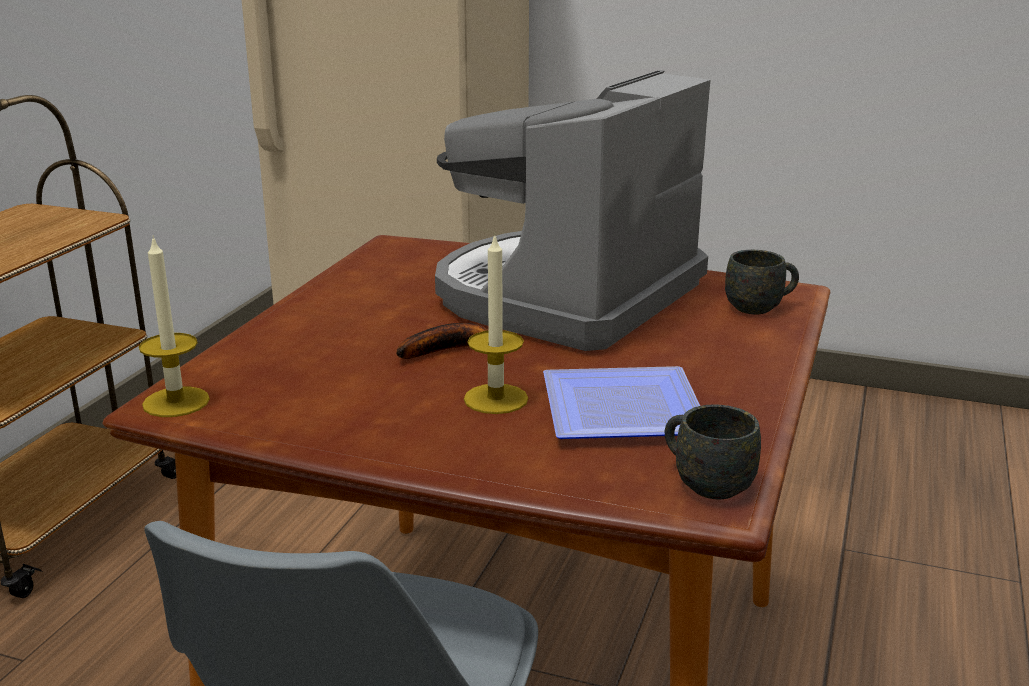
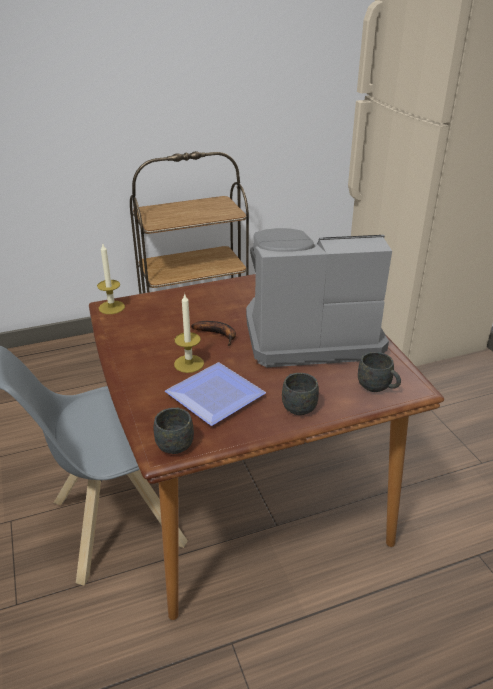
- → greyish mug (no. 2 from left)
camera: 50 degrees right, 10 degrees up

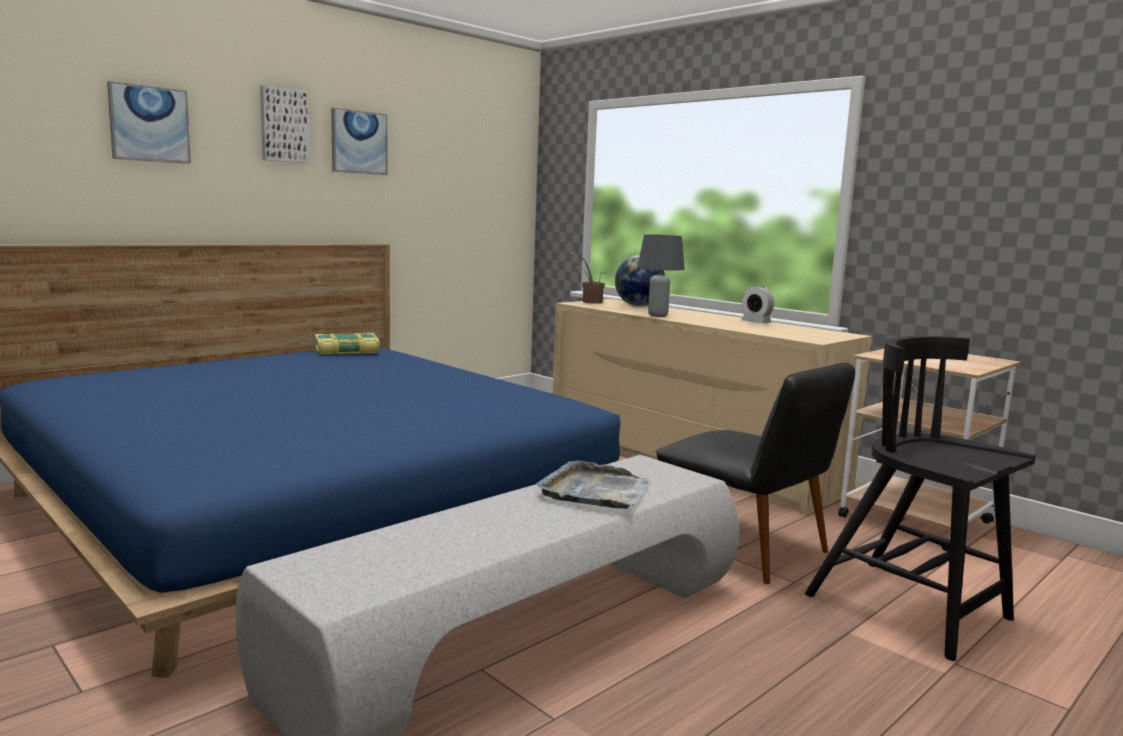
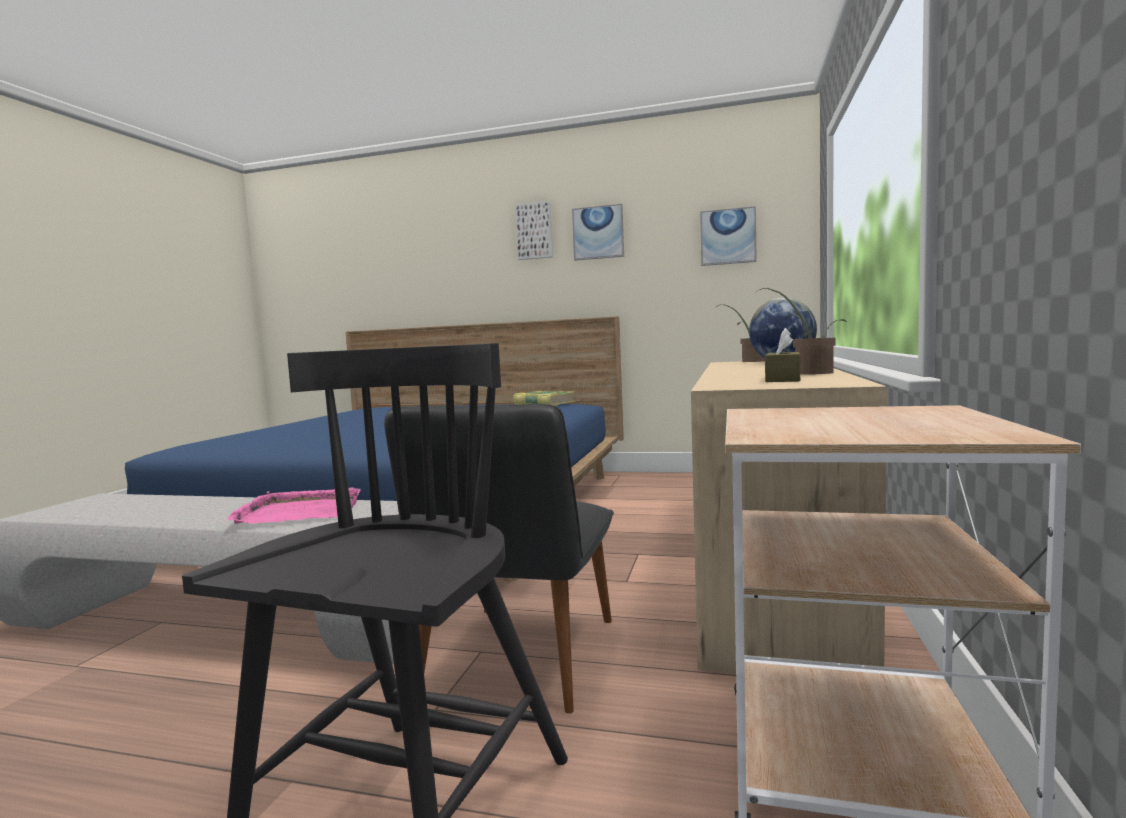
greyish carrying tray → pinkish carrying tray
picture (no. 1 from left in the first image) → picture (no. 3 from left), relocated
alarm clock → houseplant (no. 2 from left)
- → brownish tissue holder
greyish table lamp → -
camera: 60 degrees right, 5 degrees down

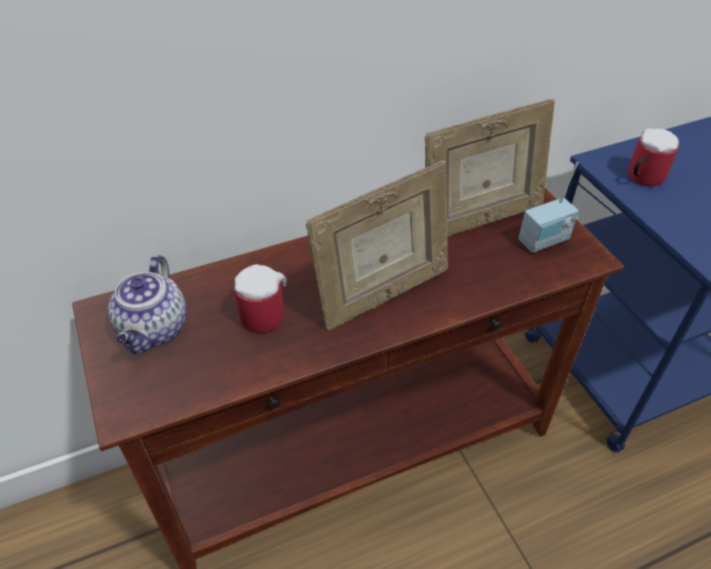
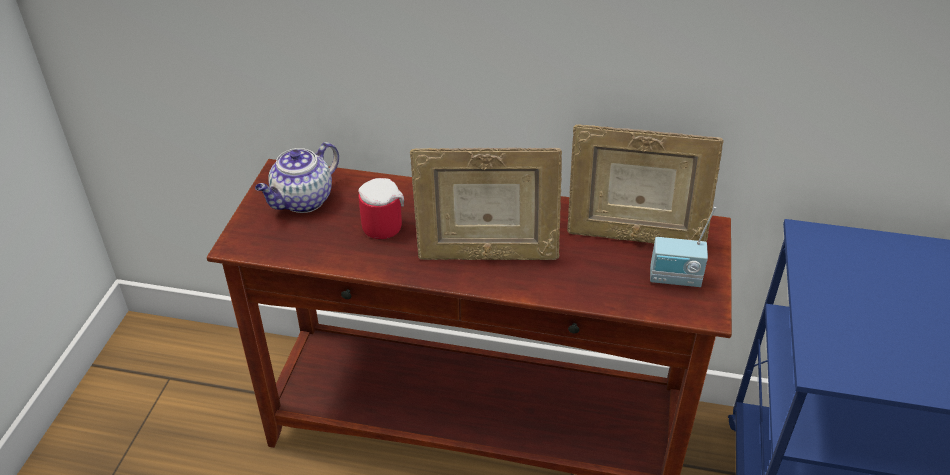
mug (no. 2 from left) → -
camera: 35 degrees right, 5 degrees down

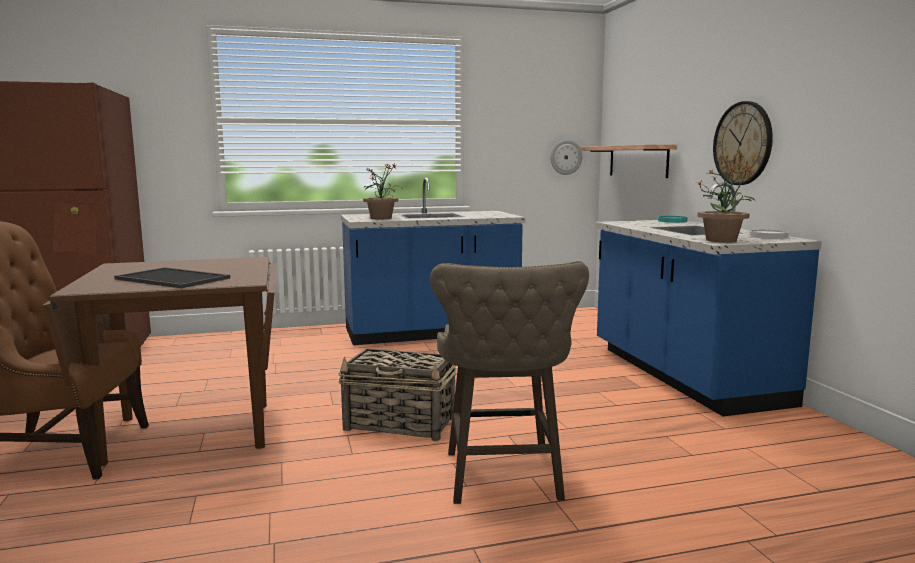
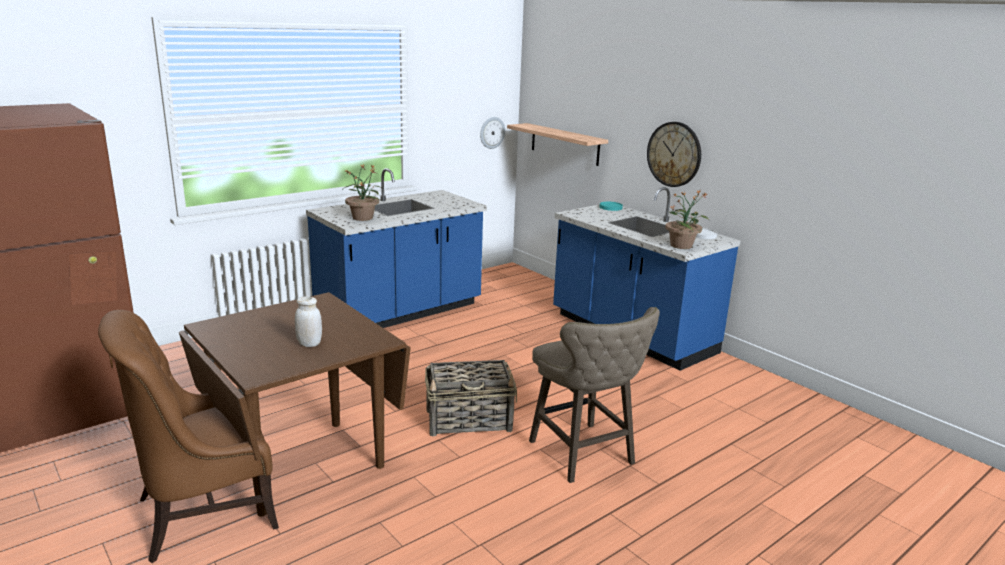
carrying tray → white-coloured storage jar
camera: 25 degrees left, 10 degrees up

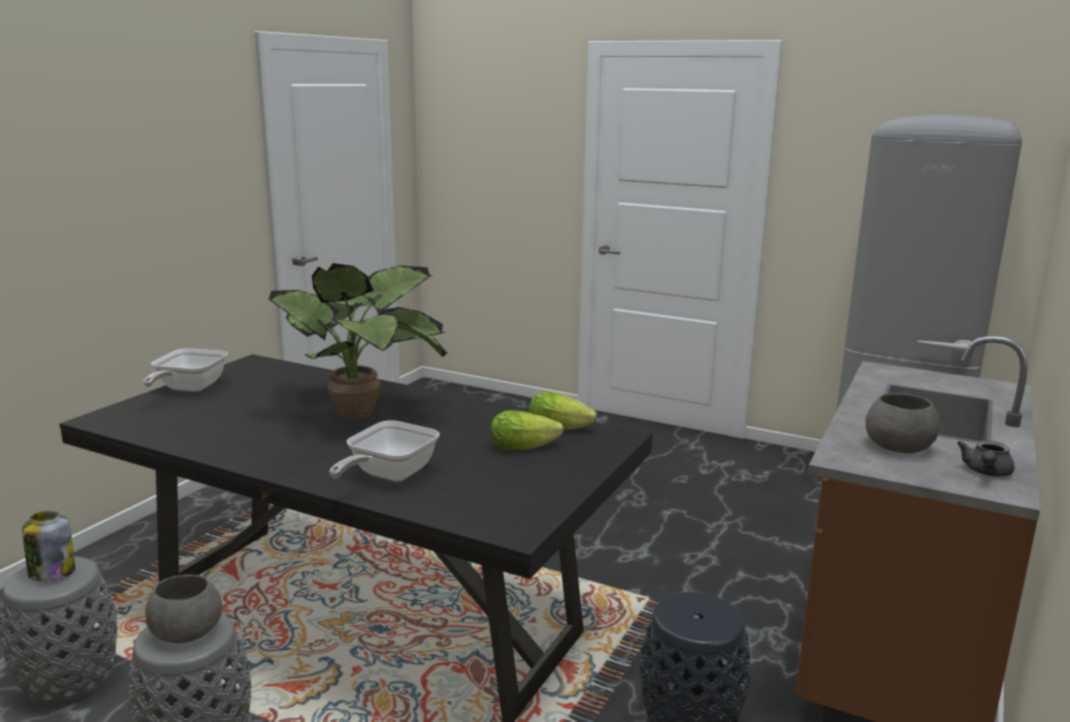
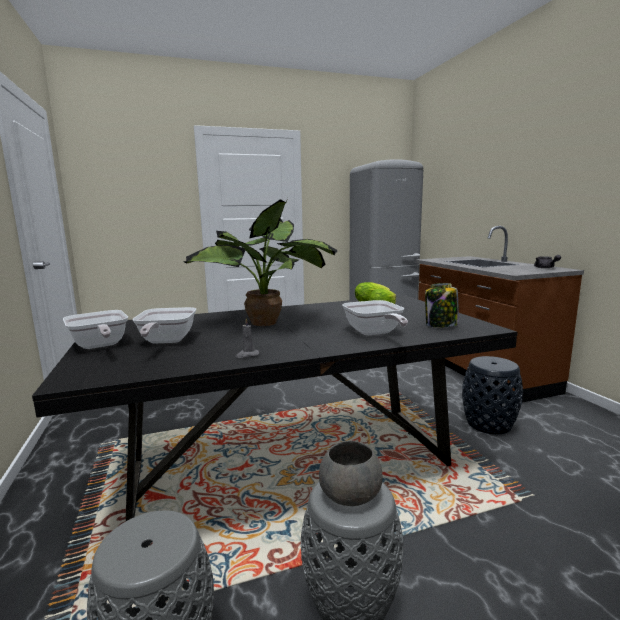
- → frying pan (no. 2 from left)
- → greyish candle
storage jar, relocated
greyish deep dish (no. 2 from left) → -
camera: 45 degrees left, 5 degrees down

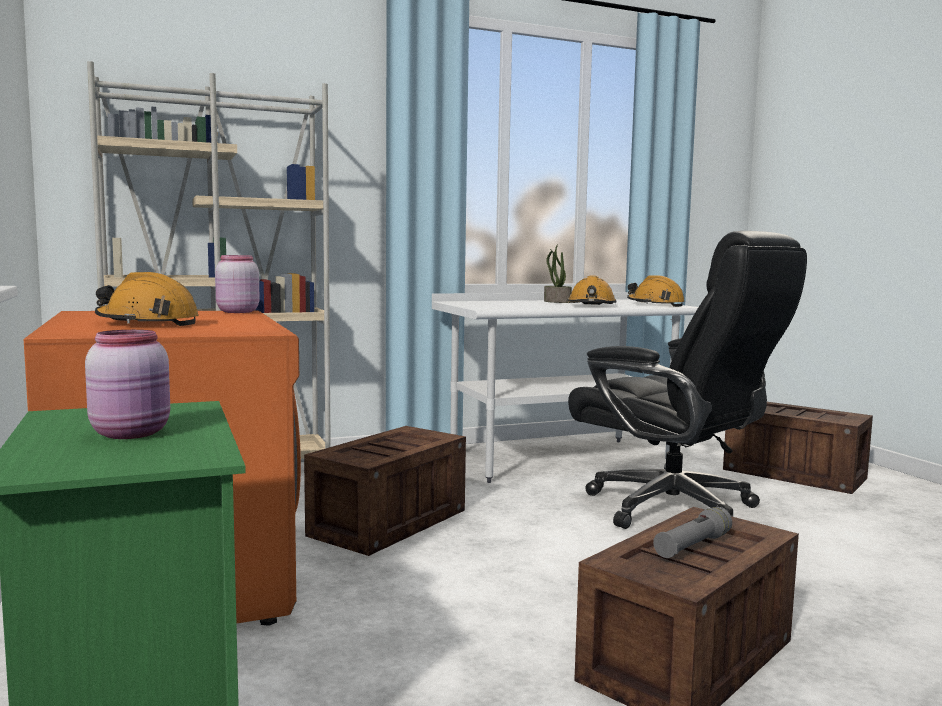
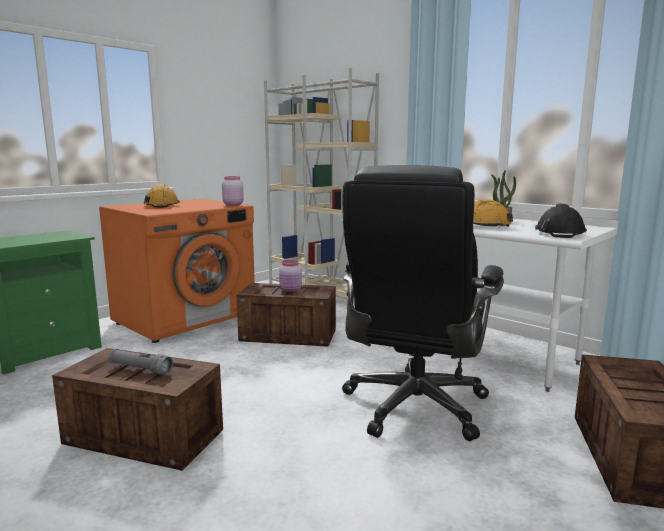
pinkish storage jar (no. 1 from left in the first image) → pinkish storage jar (no. 2 from left), relocated
orange-coloured hard hat (no. 3 from left) → black hard hat
camera: 65 degrees right, 5 degrees up

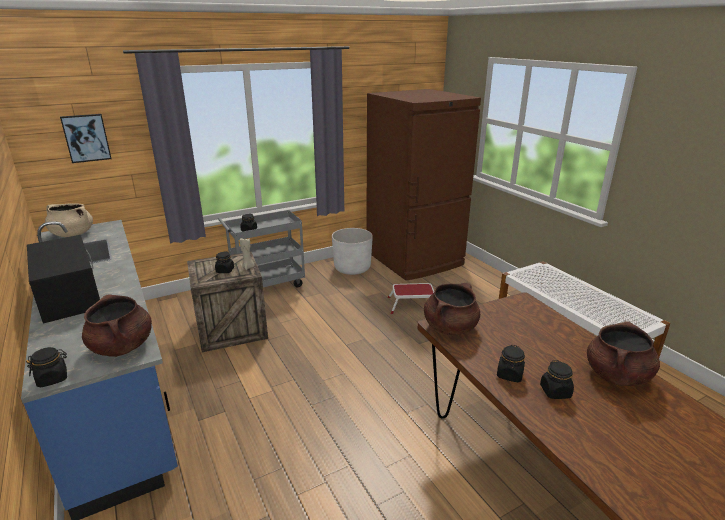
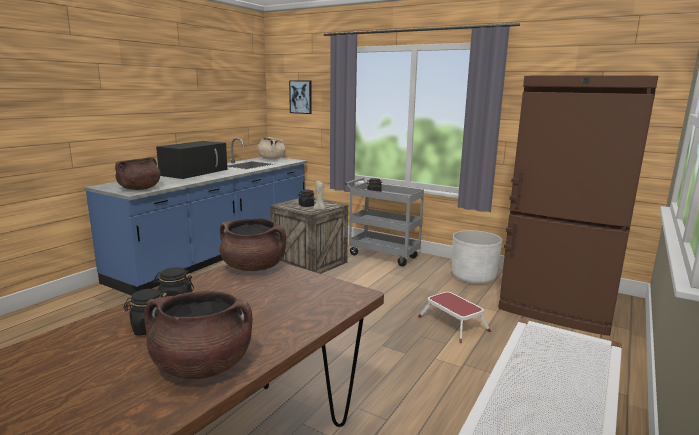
black storage jar (no. 1 from left) → -
camera: 60 degrees right, 10 degrees down

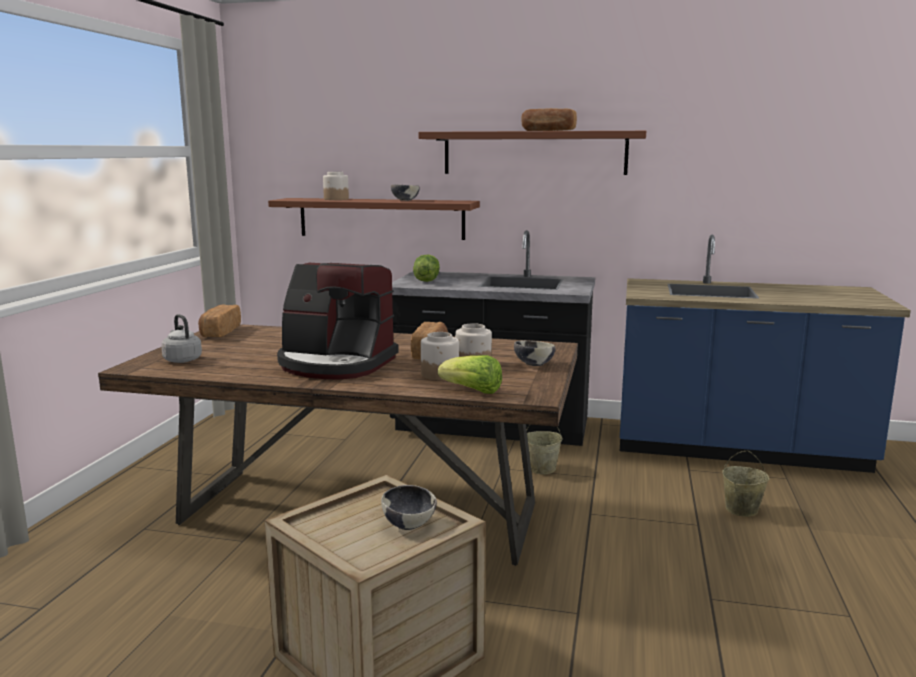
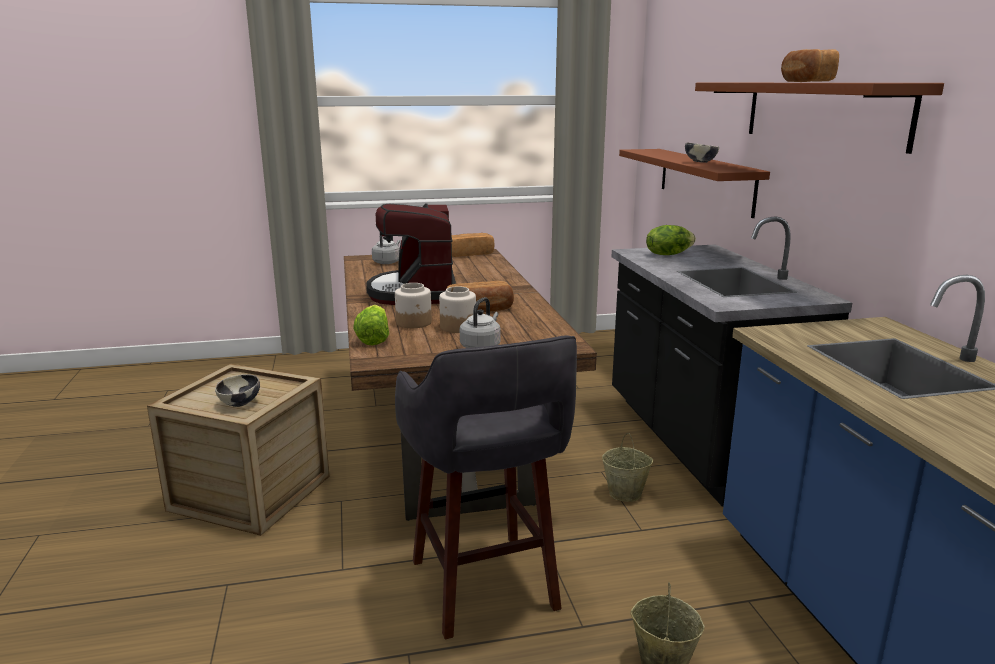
- → greyish stool
deep dish (no. 3 from left) → greyish tea kettle (no. 2 from left)
storage jar (no. 1 from left) → -
camera: 65 degrees right, 5 degrees up

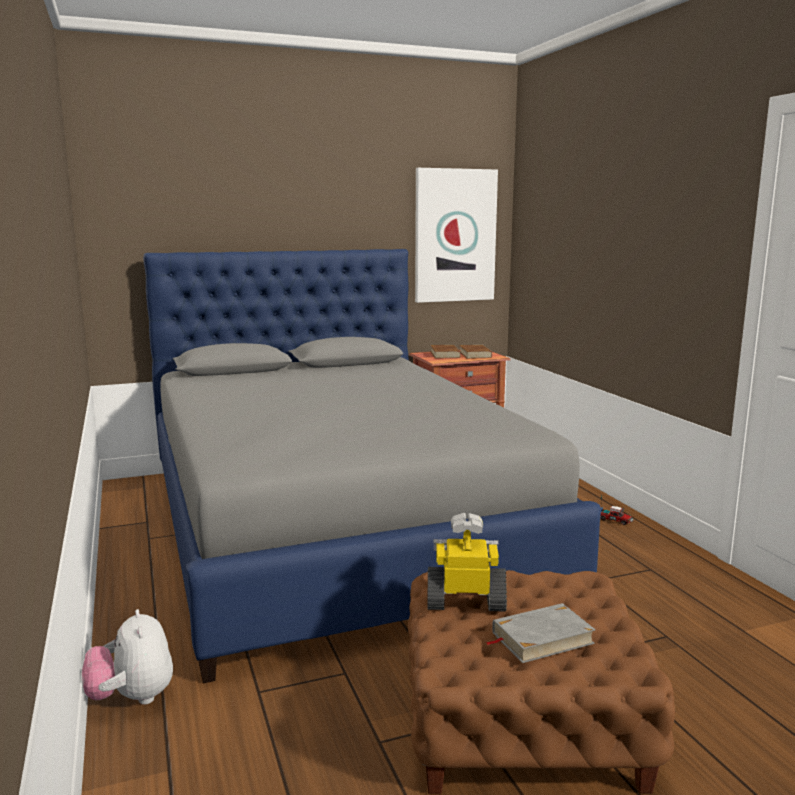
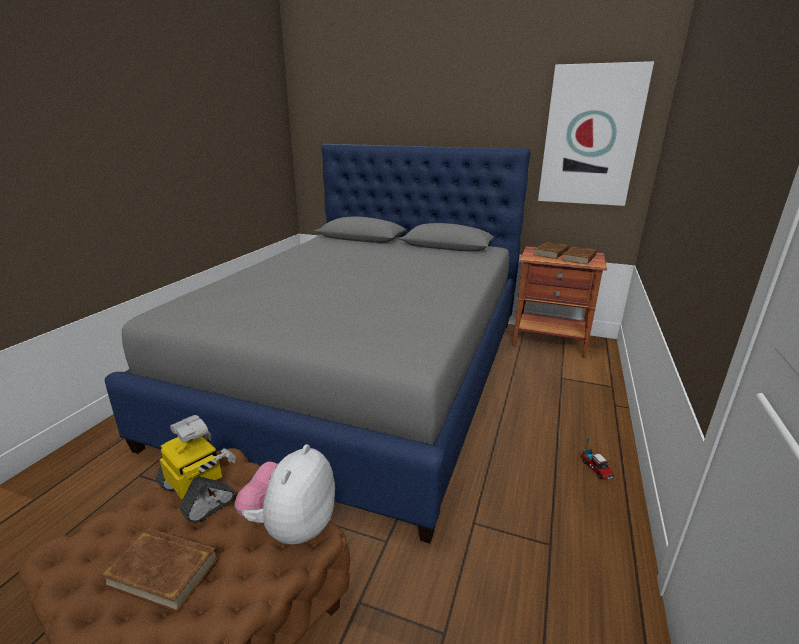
greyish book → brownish book (no. 1 from left)
plush toy, relocated
camera: 40 degrees right, 10 degrees up

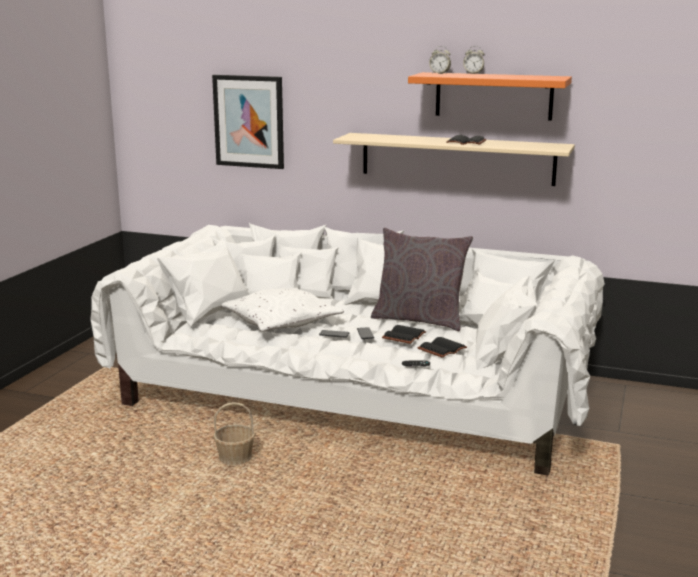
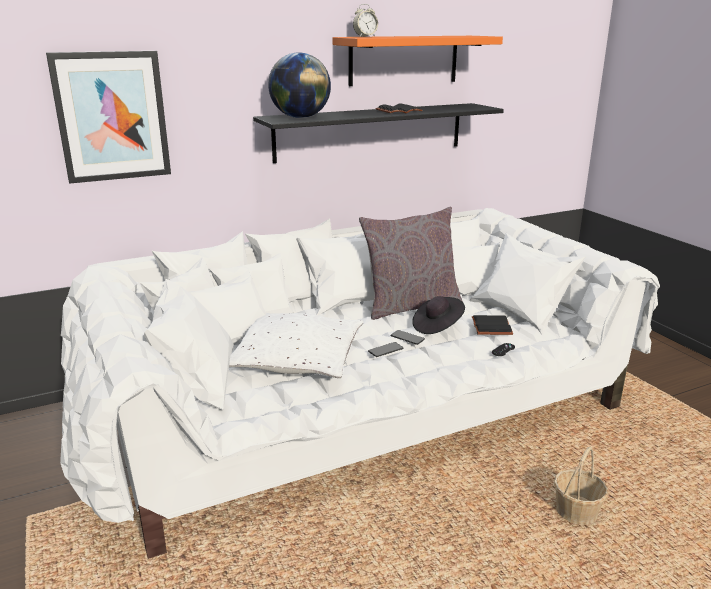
sand-coloured wall shelf → black wall shelf
- → world globe
black book (no. 1 from left) → black clothing hat
basket, relocated
alarm clock (no. 2 from left) → -
camera: 45 degrees left, 5 degrees up

